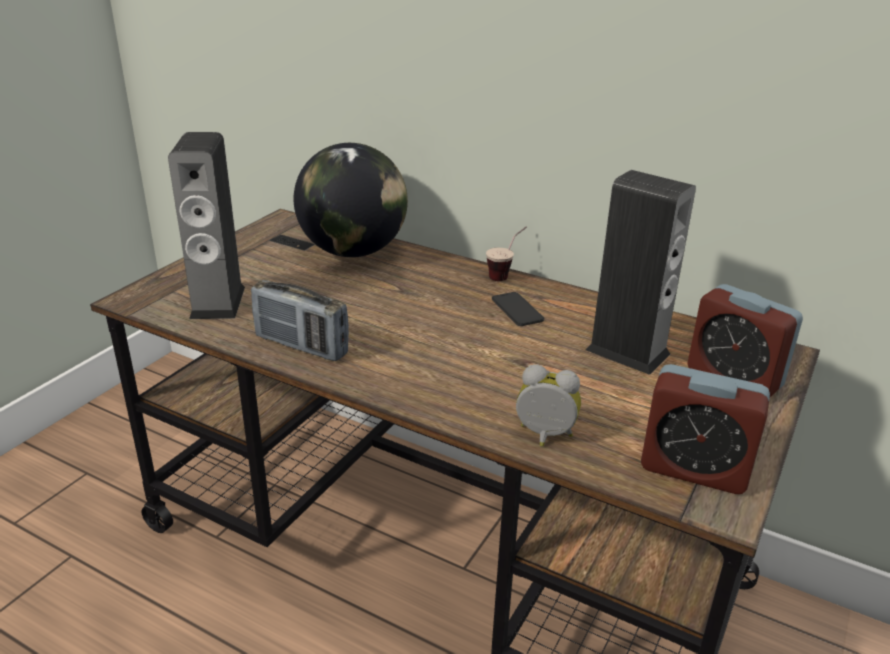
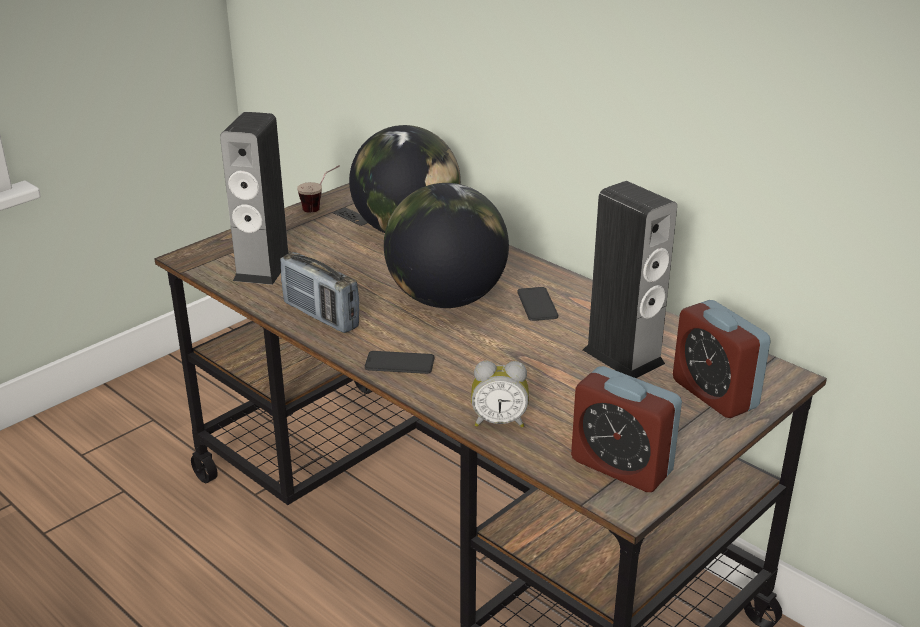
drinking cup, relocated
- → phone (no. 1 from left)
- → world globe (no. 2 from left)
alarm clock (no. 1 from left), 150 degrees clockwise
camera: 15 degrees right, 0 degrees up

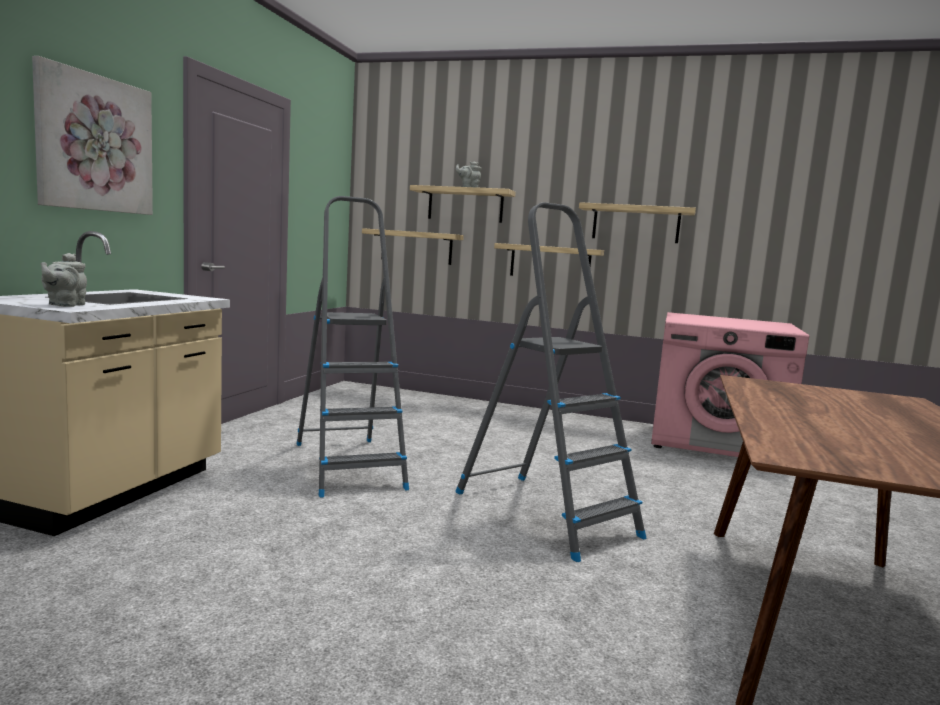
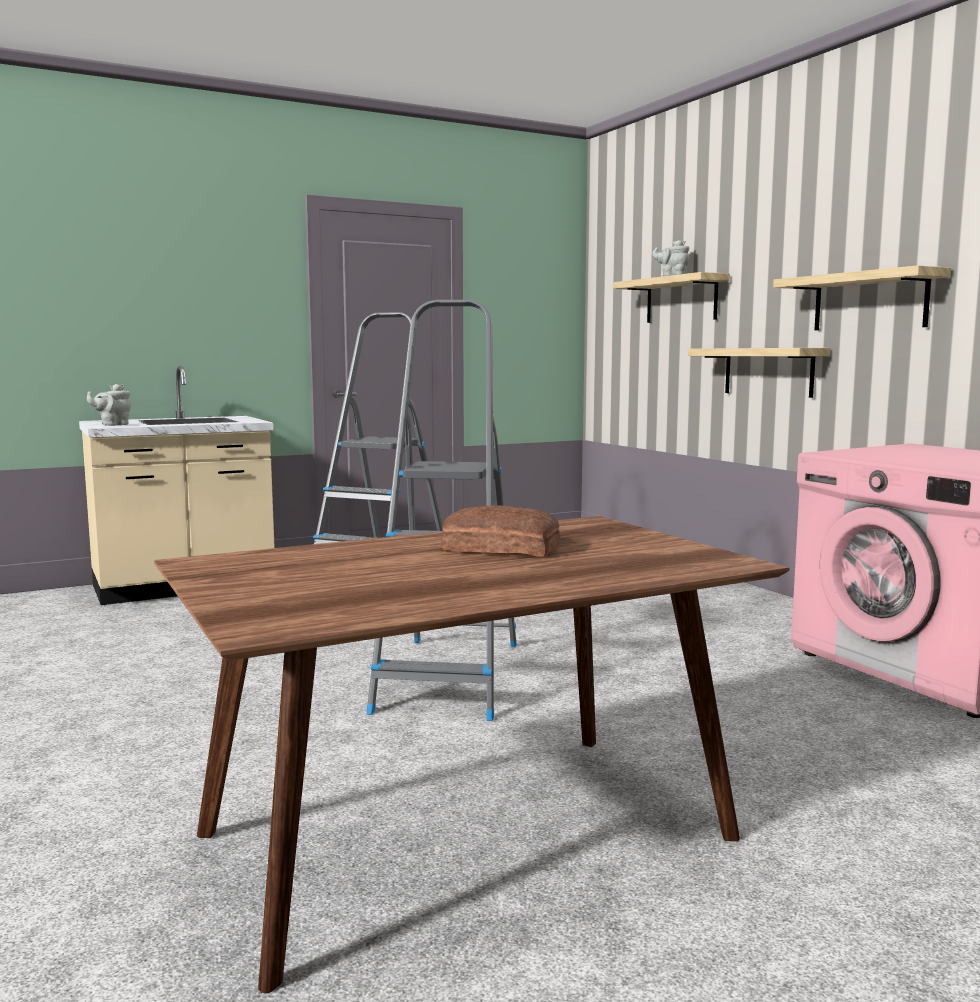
- → baked bread
picture → -
wall shelf (no. 1 from left) → -
camera: 45 degrees right, 0 degrees up

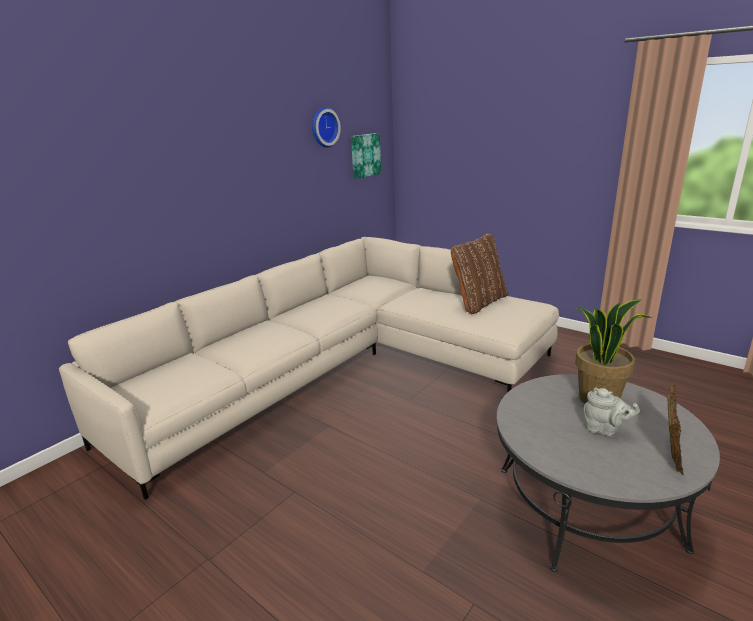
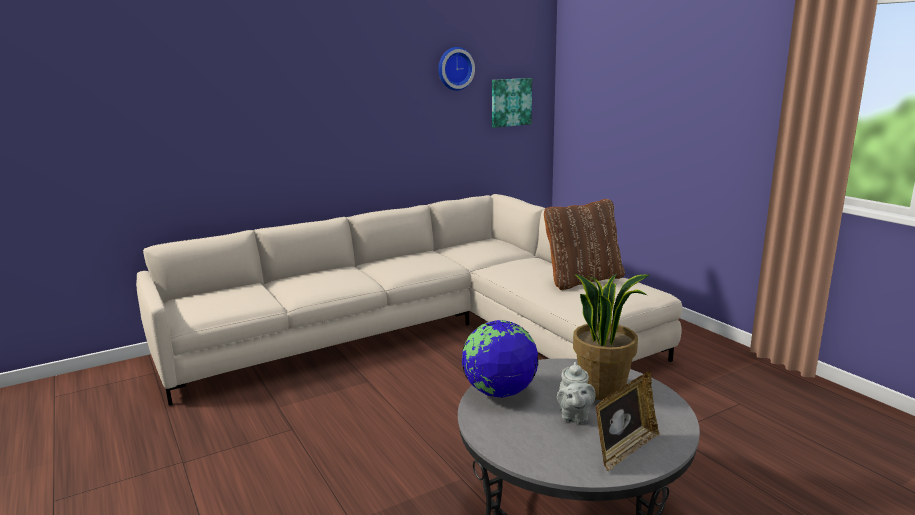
- → world globe
greyish pot for tea, 45 degrees clockwise
camera: 20 degrees right, 5 degrees down

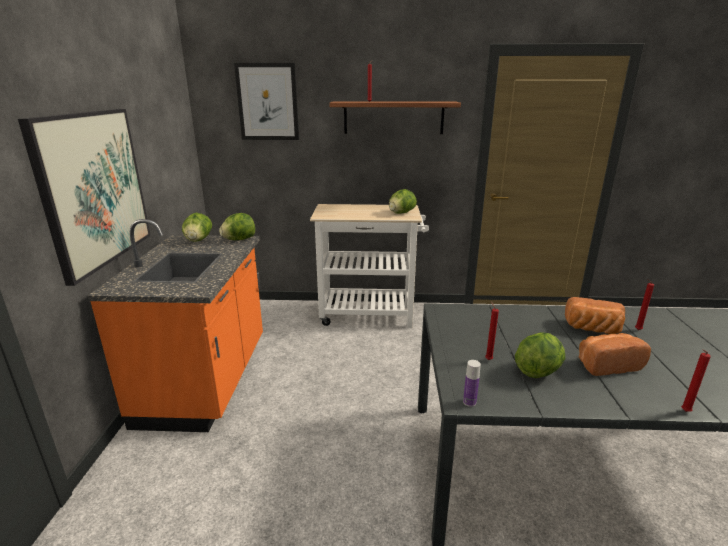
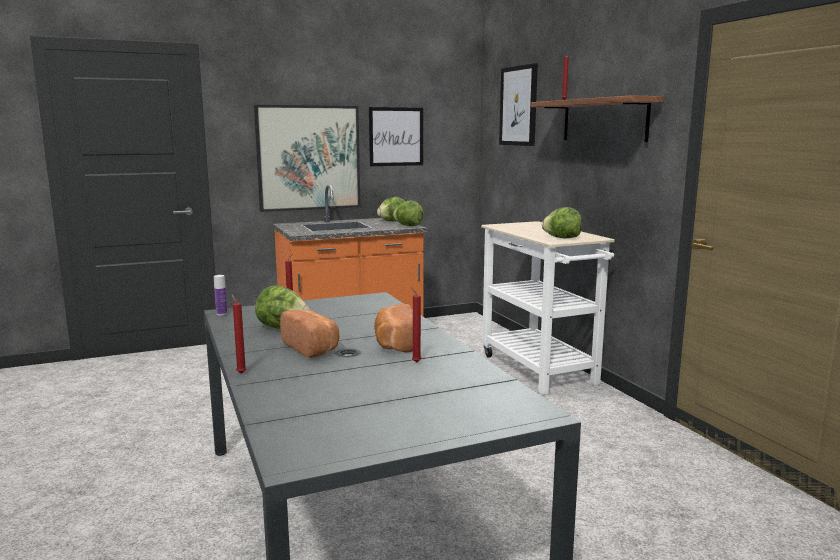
- → picture (no. 2 from left)
camera: 65 degrees right, 10 degrees down

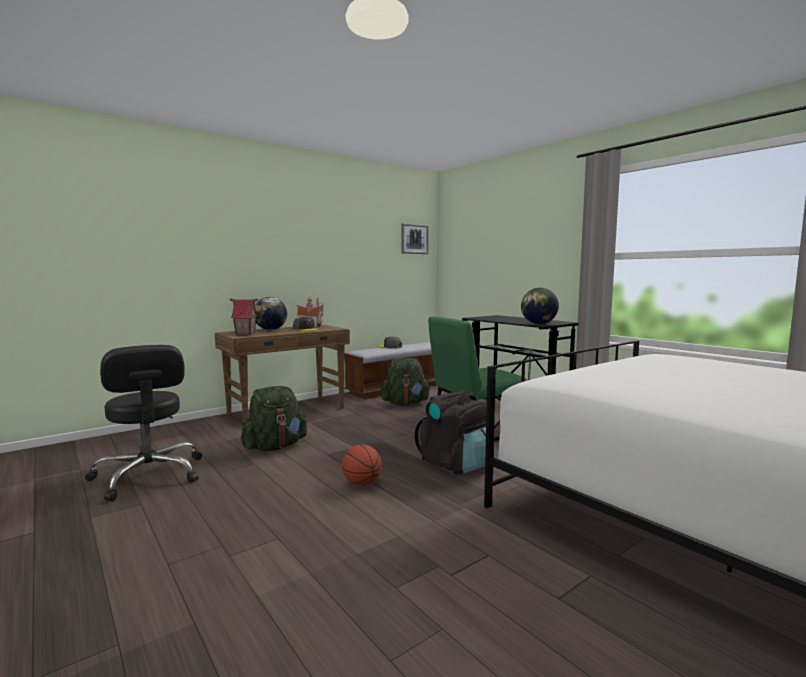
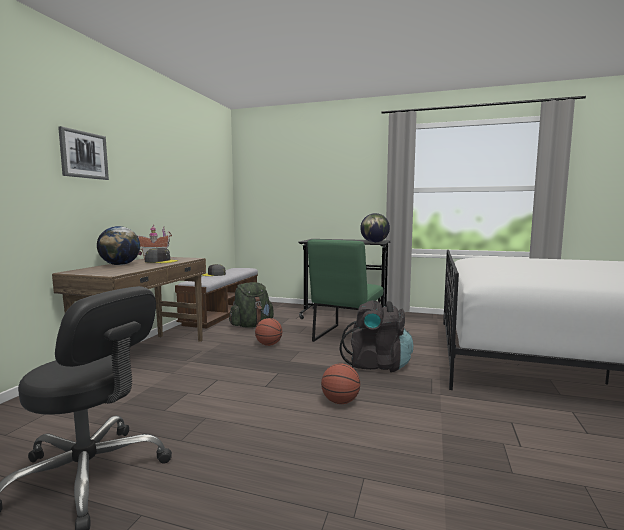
picture, relocated
- → ball for basketball (no. 1 from left)
model house (no. 1 from left) → -
greenish knapsack (no. 1 from left) → -
camera: 35 degrees left, 0 degrees up

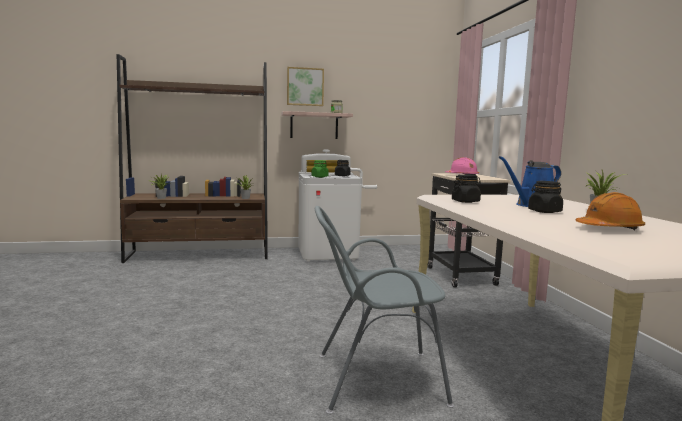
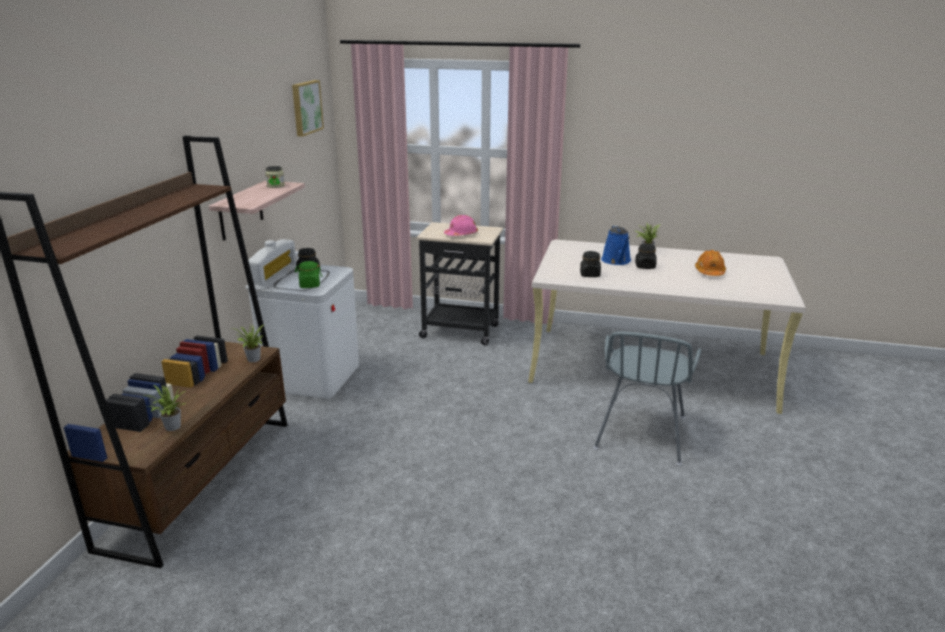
picture, relocated
camera: 65 degrees left, 15 degrees up

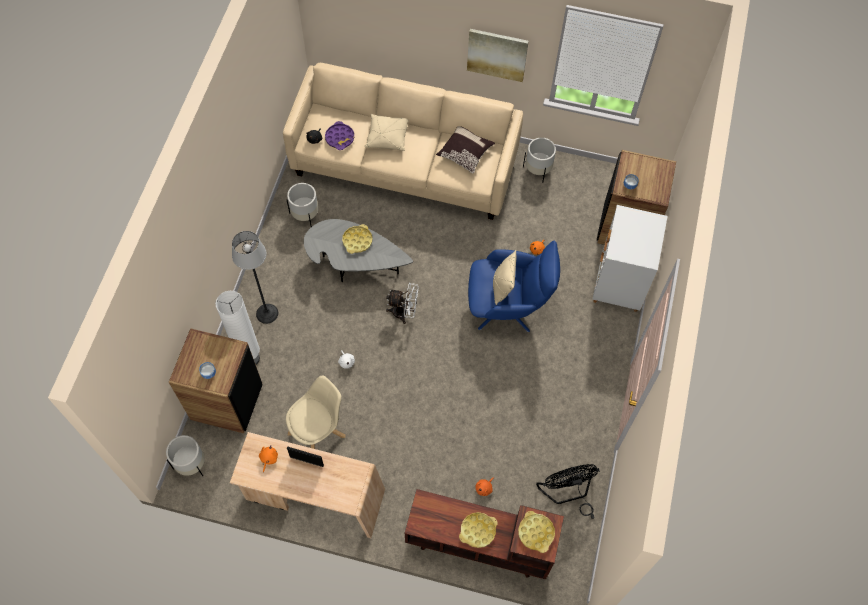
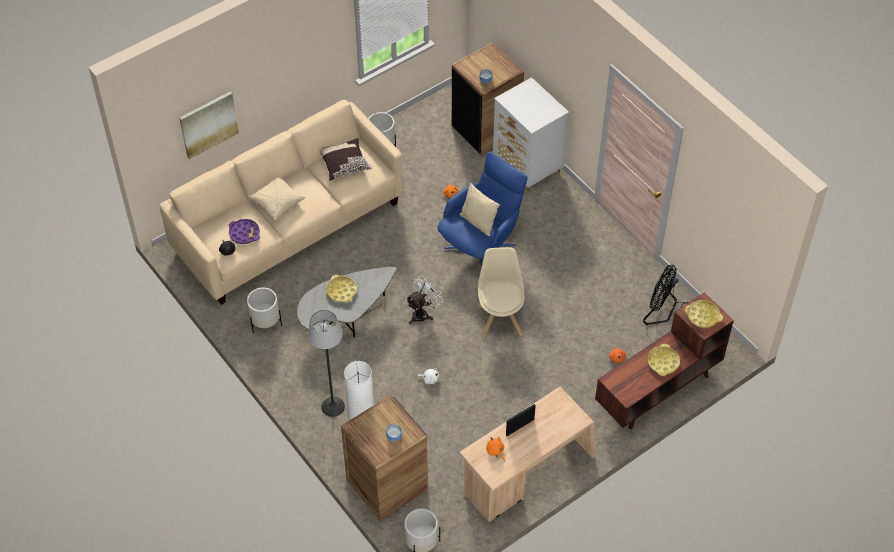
picture, relocated
sand-coloured upright chair, relocated
camera: 50 degrees left, 10 degrees down

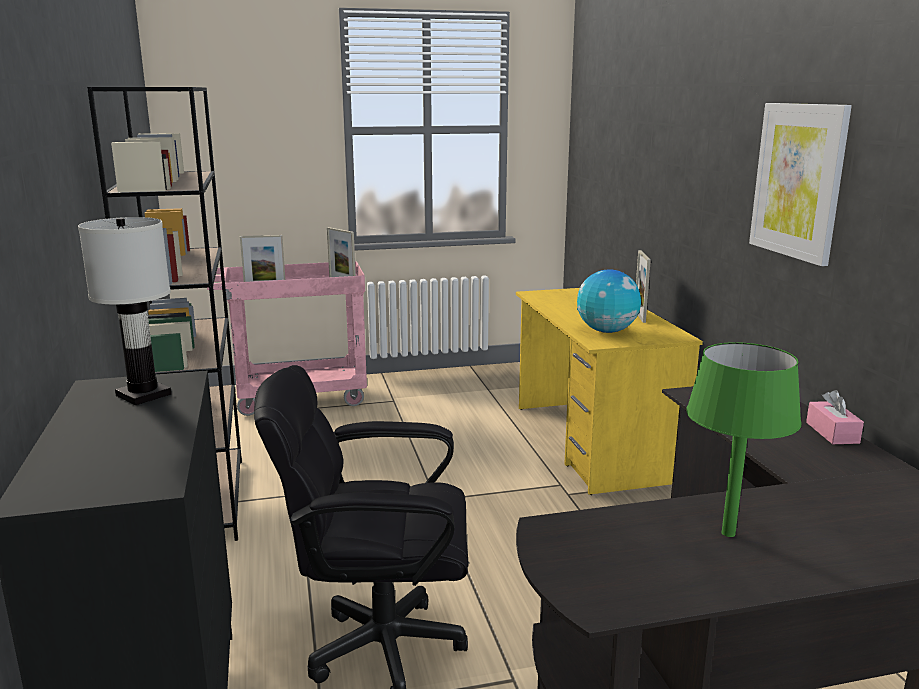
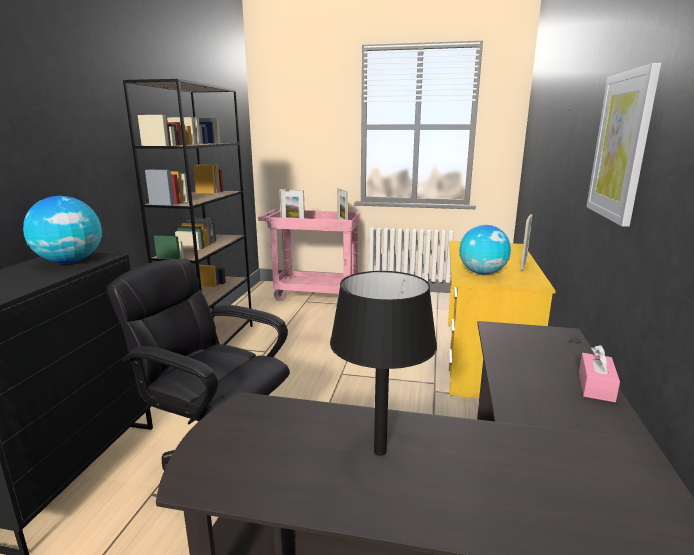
white-coloured table lamp → world globe (no. 1 from left)
greenish table lamp → black table lamp
camera: 25 degrees right, 0 degrees up

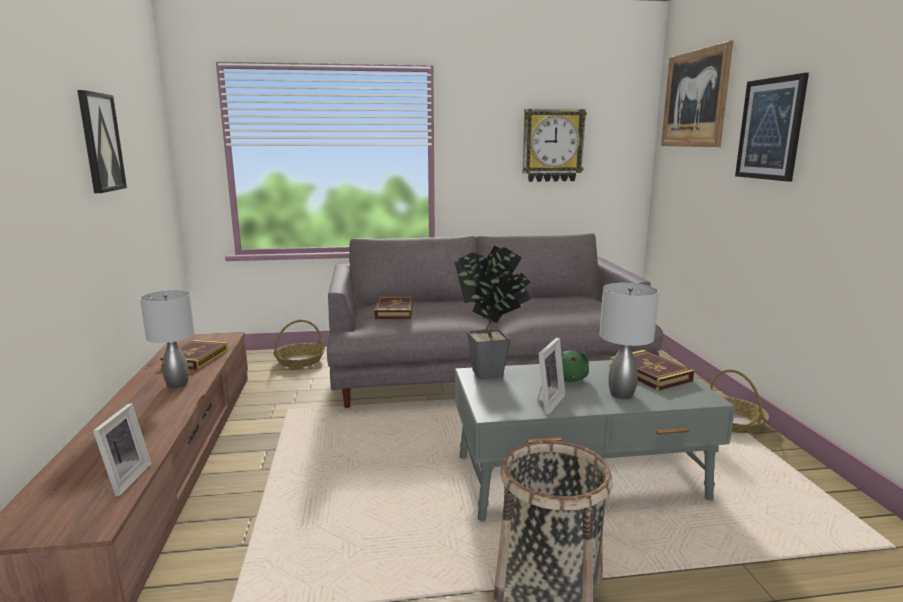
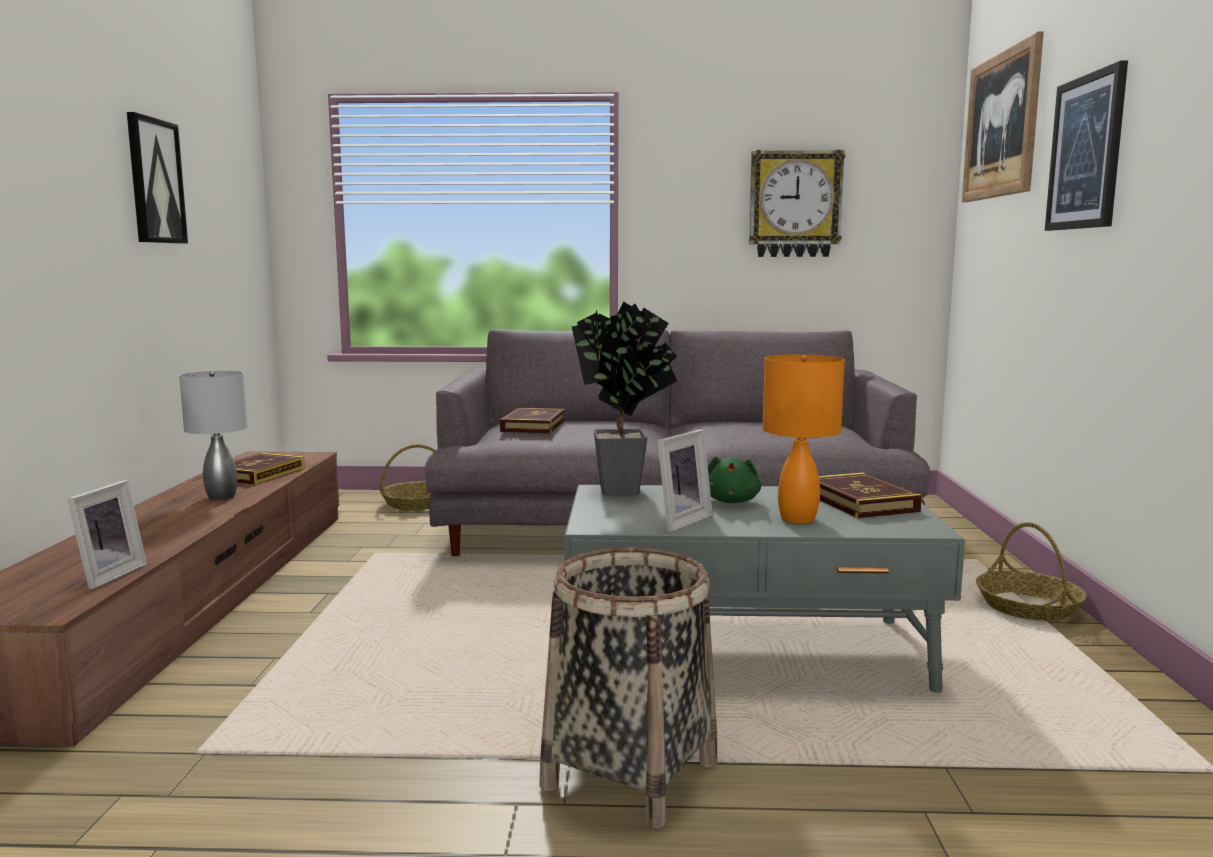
greyish table lamp (no. 2 from left) → orange-coloured table lamp
camera: 10 degrees right, 5 degrees down

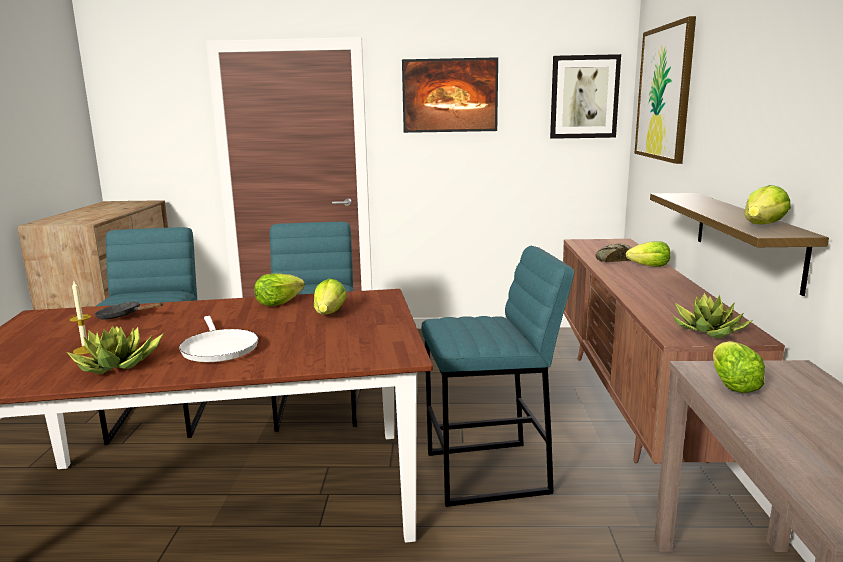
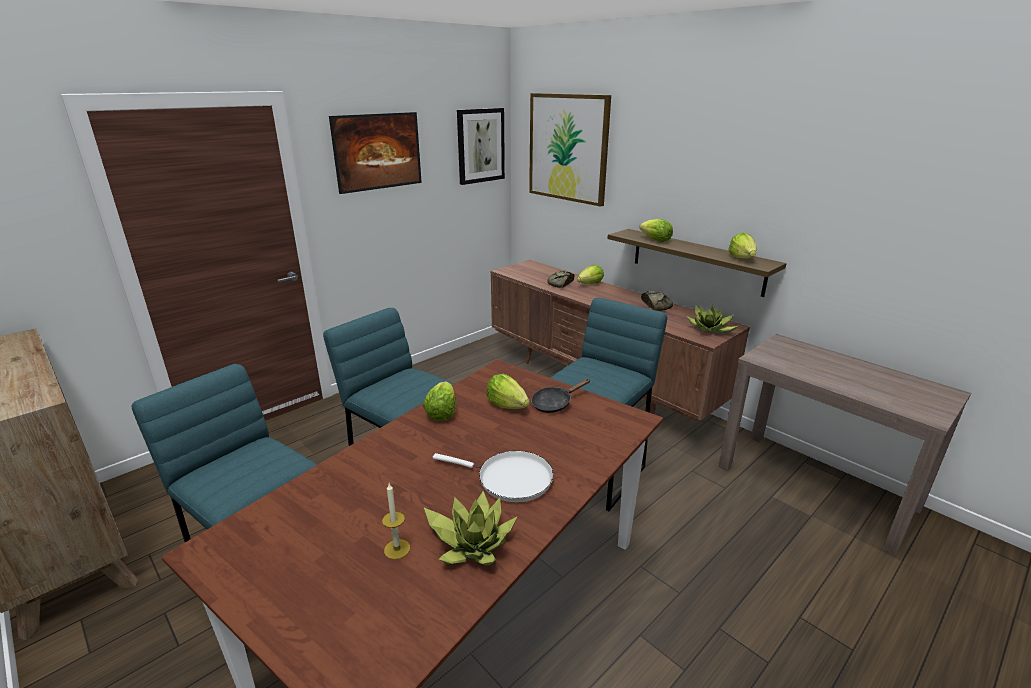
black frying pan, relocated
lettuce head (no. 4 from left), relocated
- → baked bread (no. 2 from left)
camera: 45 degrees left, 10 degrees up

